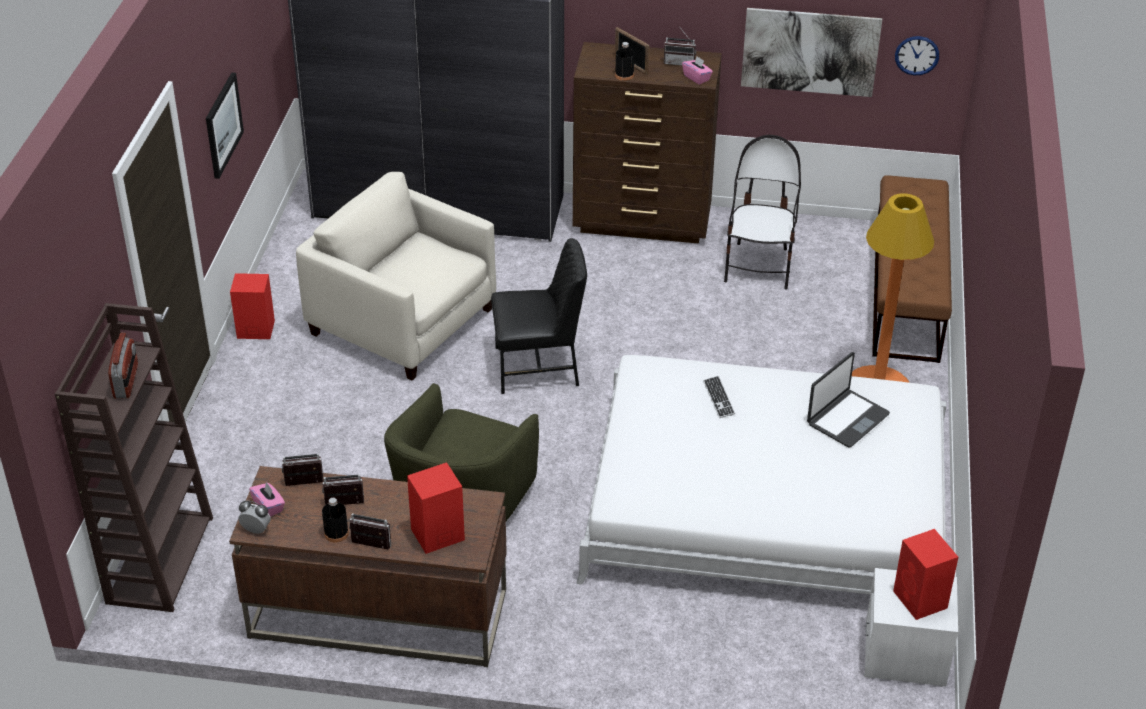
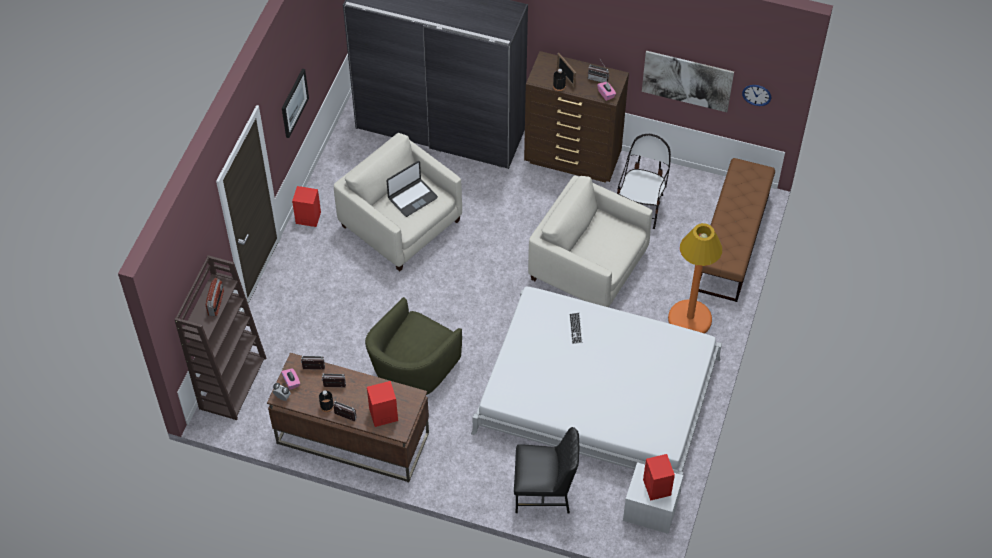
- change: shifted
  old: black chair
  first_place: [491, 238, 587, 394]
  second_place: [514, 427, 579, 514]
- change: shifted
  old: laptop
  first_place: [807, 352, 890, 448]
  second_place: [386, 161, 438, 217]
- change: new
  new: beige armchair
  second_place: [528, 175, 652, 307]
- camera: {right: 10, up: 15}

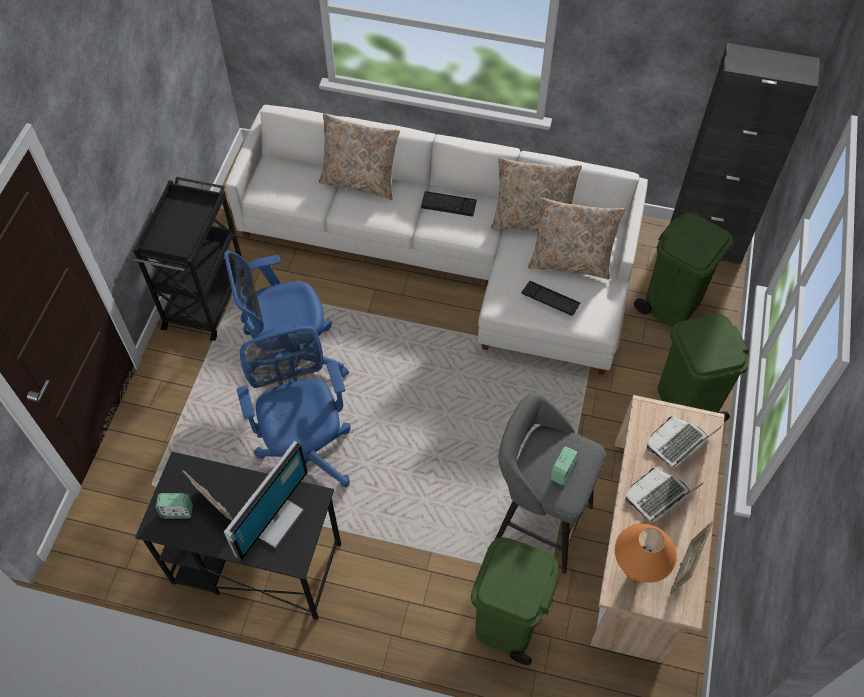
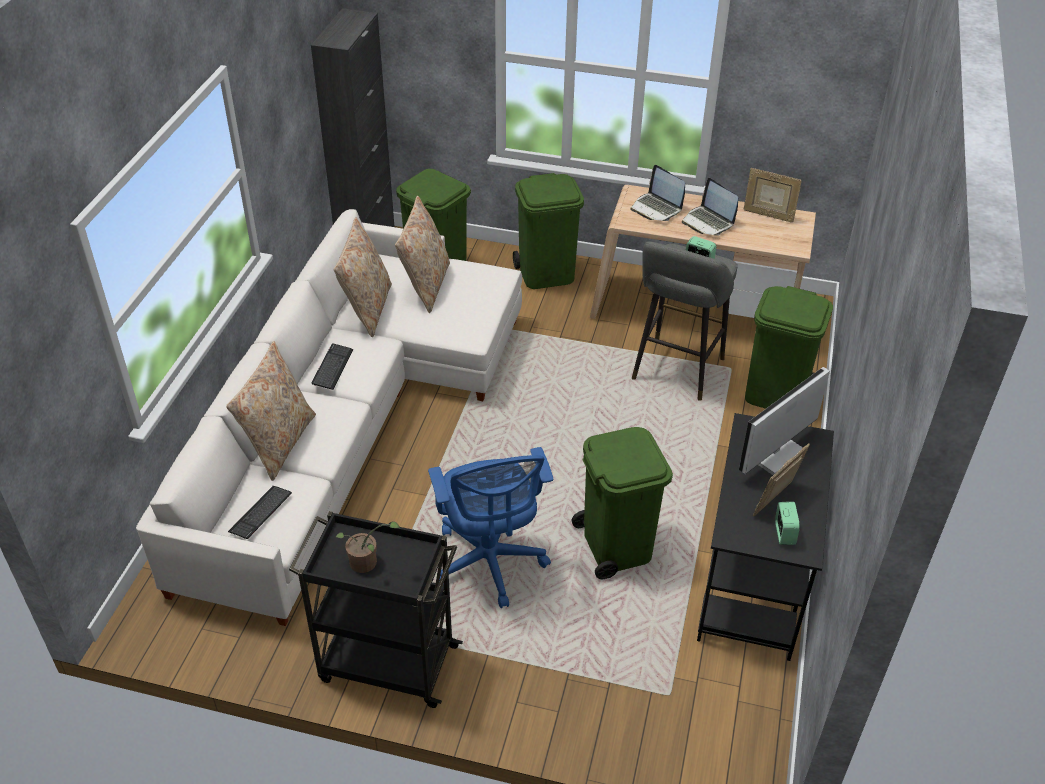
- change: shifted
  old: keyboard
  first_place: [522, 281, 580, 316]
  second_place: [228, 486, 292, 539]
- change: swapped
  old: blue office chair
  new: green trash can
  first_place: [237, 326, 350, 487]
  second_place: [571, 427, 673, 580]
- change: rotated
  old: monitor
  first_place: [224, 441, 308, 560]
  second_place: [739, 367, 830, 475]
  degrees: -75
- change: gone
  old: orange table lamp
  first_place: [615, 524, 677, 583]
- change: new
  new: potted plant
  second_place: [335, 521, 400, 573]
- camera: {right: -90, up: -15}

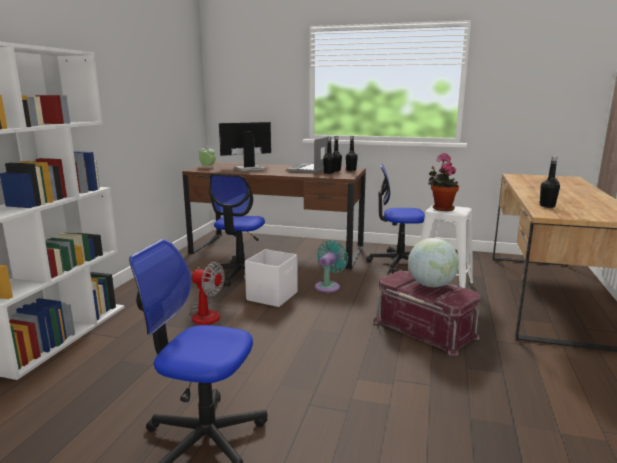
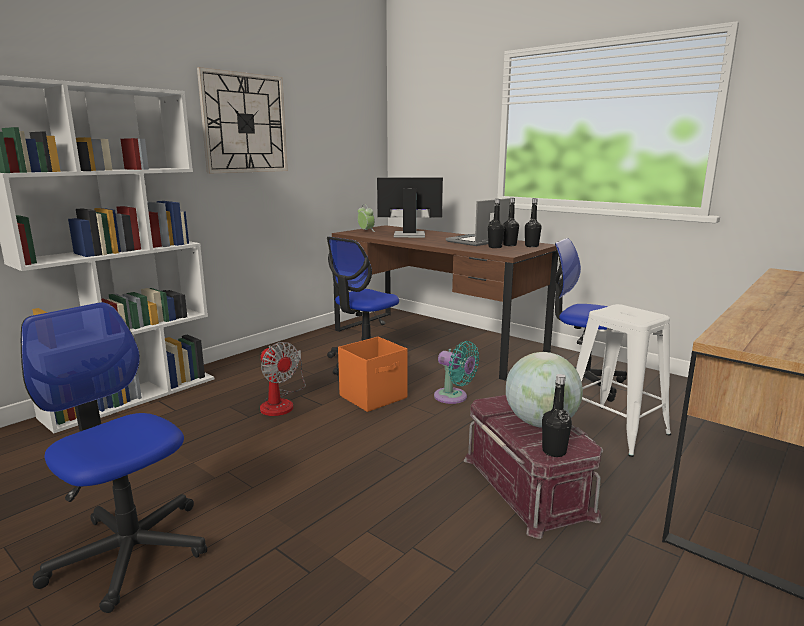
- change: gone
  old: potted plant
  first_place: [428, 153, 459, 211]
- change: shifted
  old: black bottle
  first_place: [539, 156, 560, 208]
  second_place: [542, 374, 572, 457]
- change: rotated
  old: turquoise fan
  first_place: [315, 240, 348, 292]
  second_place: [434, 341, 479, 404]
  degrees: 75
- change: repainted
  old: white storage box
  new: orange storage box
  first_place: [245, 249, 298, 307]
  second_place: [338, 337, 408, 412]
- change: new
  new: wall clock
  second_place: [197, 67, 288, 174]
- camera: {right: 25, up: 0}

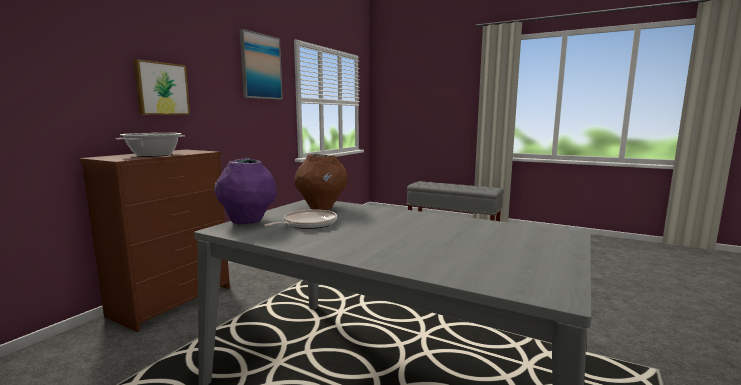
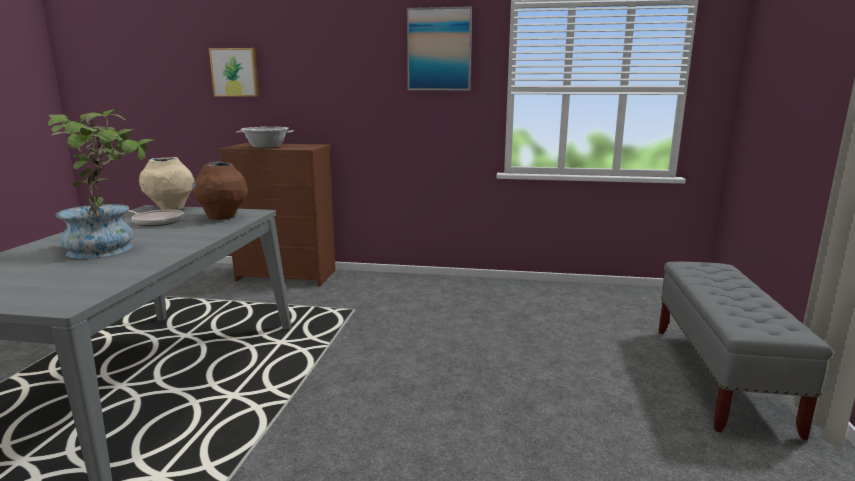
- change: shifted
  old: picture
  first_place: [133, 59, 190, 115]
  second_place: [209, 48, 259, 97]
- change: repainted
  old: purple vase
  new: beige vase
  first_place: [215, 158, 277, 224]
  second_place: [139, 157, 195, 210]
- change: new
  new: potted plant
  second_place: [48, 109, 155, 259]
- camera: {right: 70, up: 5}

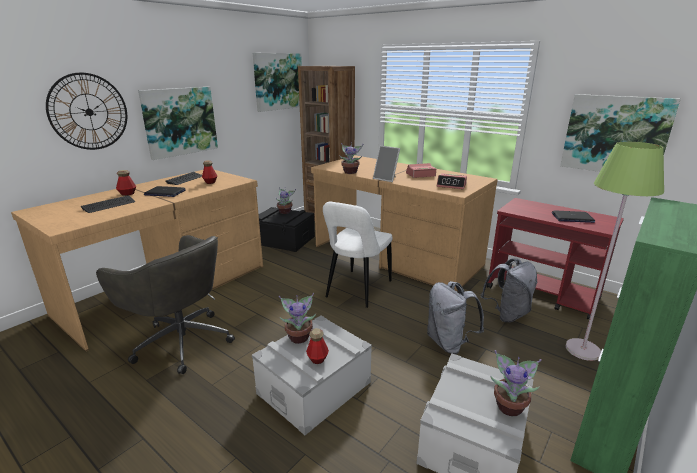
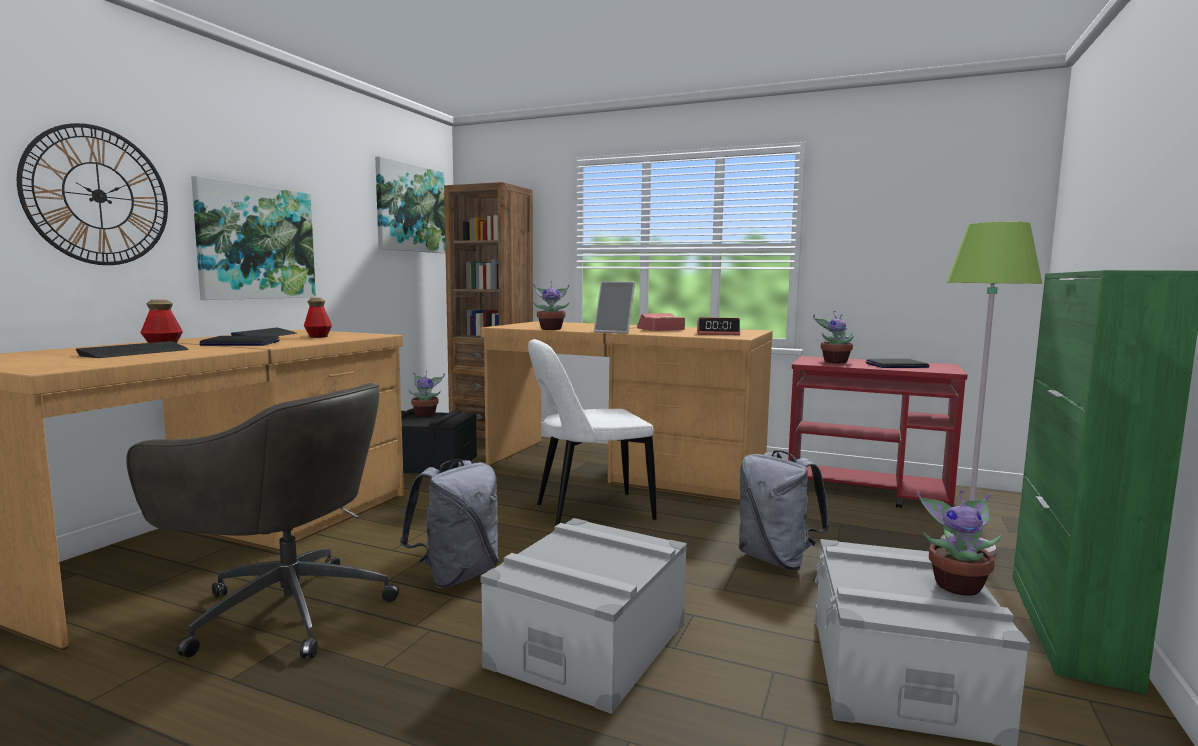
- change: gone
  old: picture
  first_place: [560, 94, 680, 172]
- change: rotated
  old: white chair
  first_place: [323, 202, 393, 308]
  second_place: [528, 339, 657, 526]
  degrees: 60
- change: shifted
  old: grey backpack
  first_place: [481, 258, 537, 322]
  second_place: [400, 459, 499, 588]
- change: shifted
  old: potted plant
  first_place: [279, 293, 316, 344]
  second_place: [813, 311, 854, 363]
- change: gone
  old: bottle
  first_place: [306, 328, 329, 364]
- camera: {right: -15, up: -15}

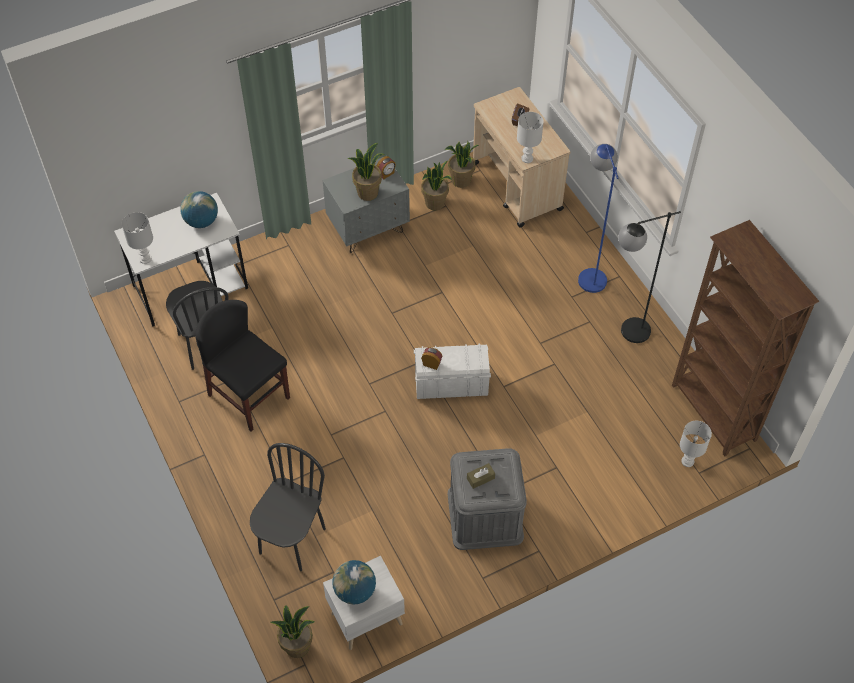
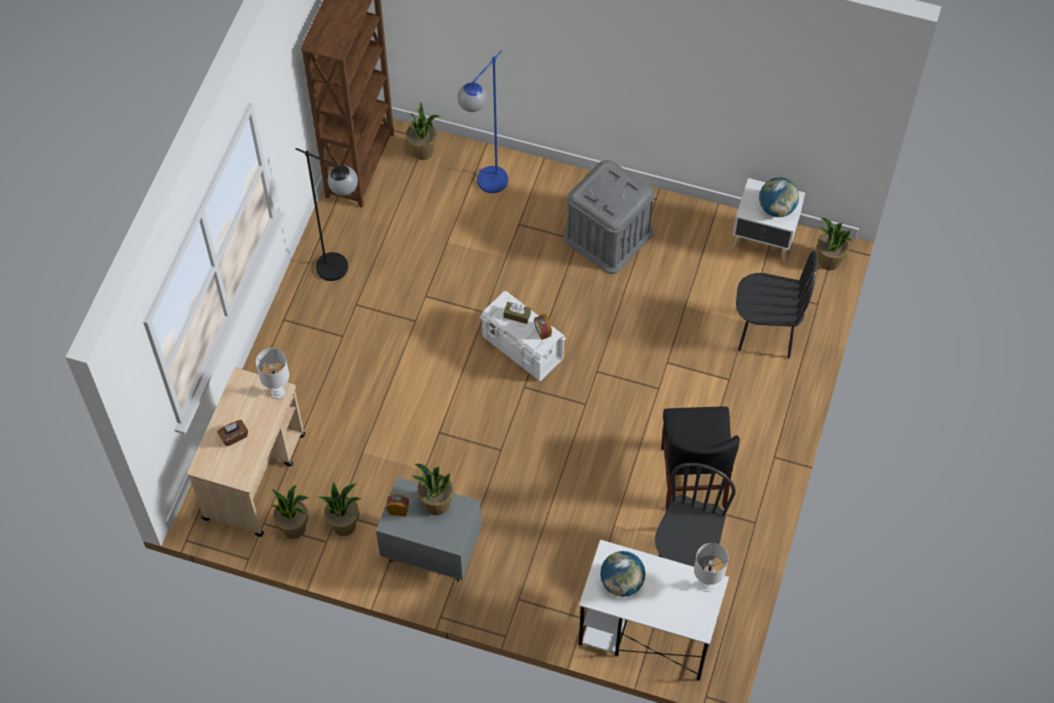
- change: shifted
  old: blue floor lamp
  first_place: [578, 144, 619, 293]
  second_place: [457, 51, 508, 193]
- change: swapped
  old: white table lamp
  new: potted plant
  first_place: [680, 421, 712, 467]
  second_place: [406, 102, 440, 160]
- change: rotated
  old: black chair
  first_place: [250, 443, 326, 571]
  second_place: [736, 251, 818, 359]
  degrees: -150
- change: shifted
  old: brown tissue box
  first_place: [467, 463, 495, 489]
  second_place: [504, 302, 531, 324]
- camera: {right: -135, up: 5}

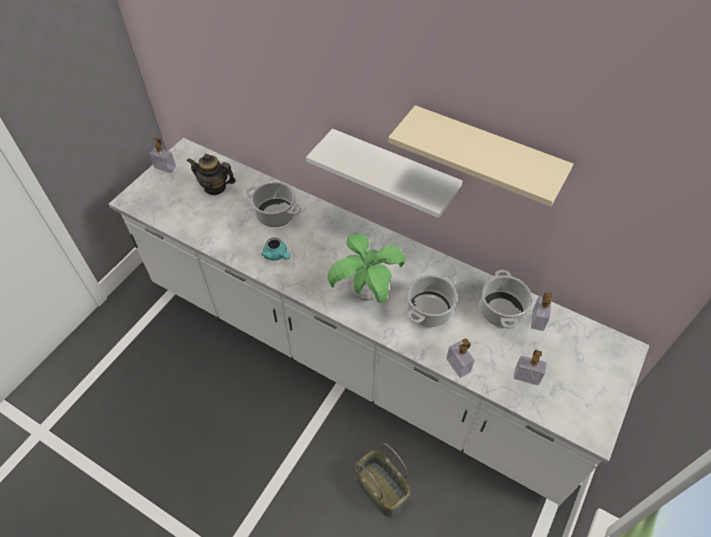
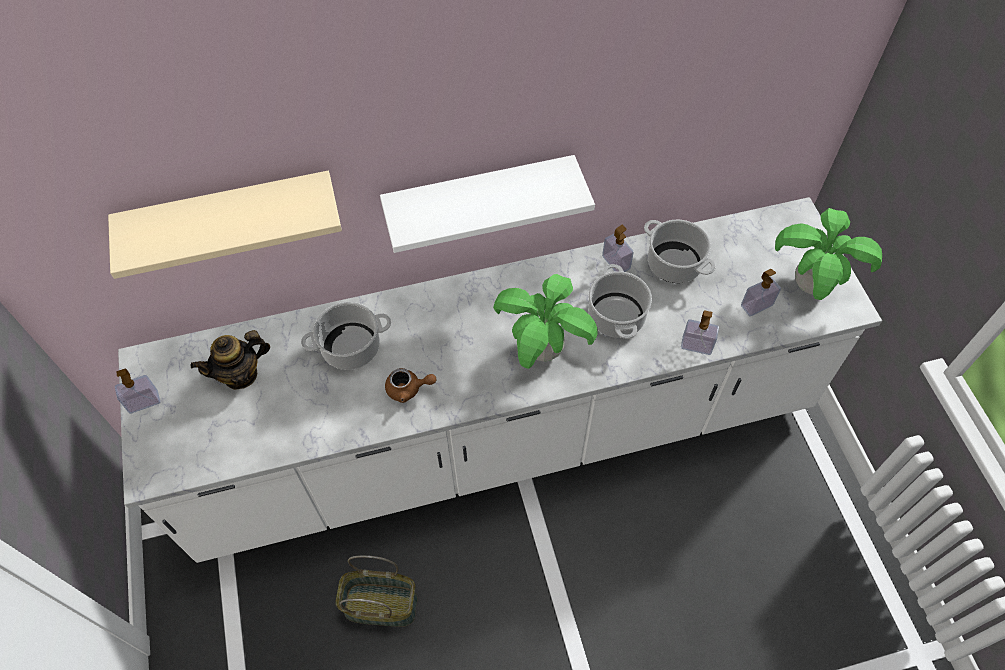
- change: shifted
  old: beige shelf
  first_place: [388, 105, 573, 207]
  second_place: [108, 171, 342, 279]
- change: repainted
  old: turquoise teapot
  new: brown teapot
  first_place: [261, 237, 290, 261]
  second_place: [385, 368, 436, 403]
- change: shifted
  old: soap dispenser
  first_place: [531, 292, 553, 331]
  second_place: [602, 225, 634, 272]
- change: shifted
  old: basket
  first_place: [355, 443, 410, 517]
  second_place: [336, 555, 417, 627]
- change: new
  new: potted plant
  second_place: [775, 208, 882, 300]
- camera: {right: -45, up: 5}

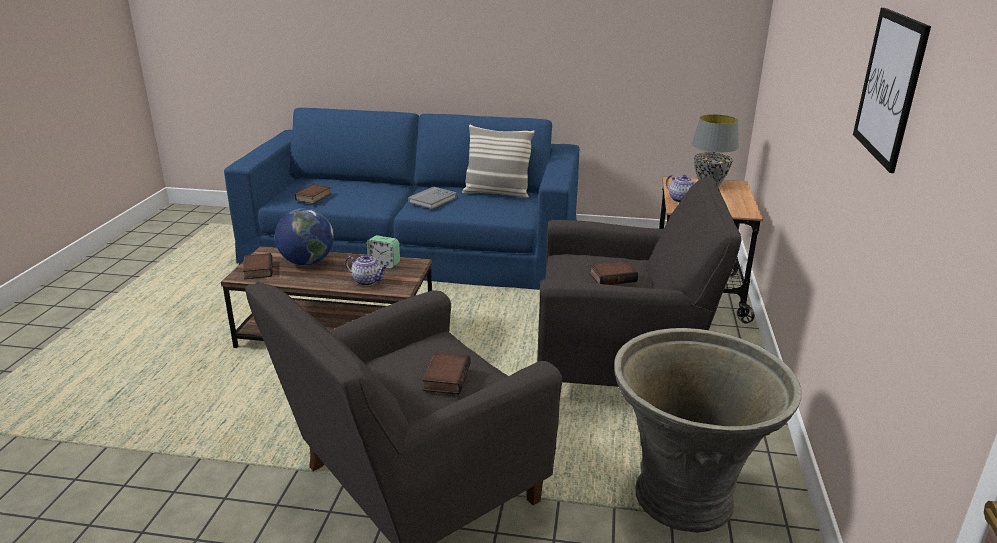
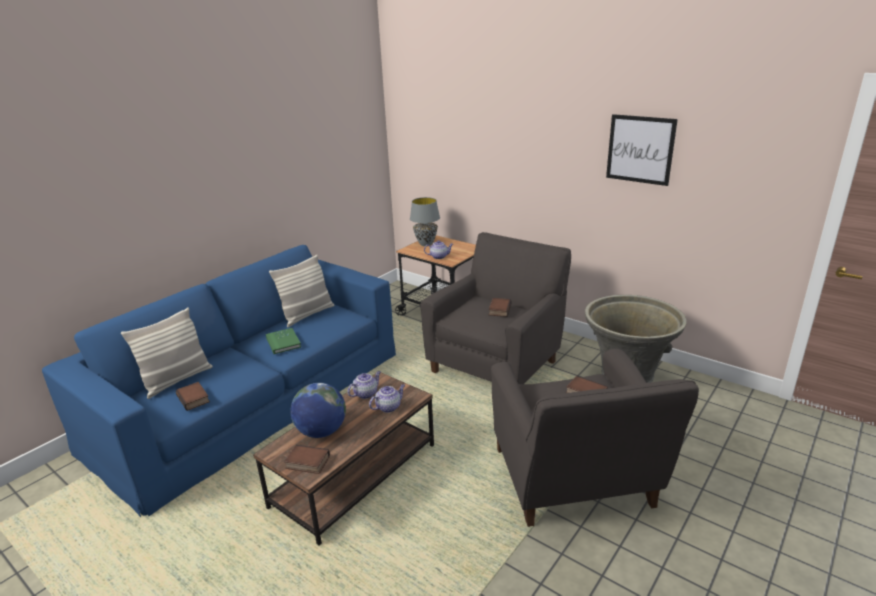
- change: repainted
  old: grey book
  new: green book
  first_place: [408, 187, 457, 209]
  second_place: [266, 328, 301, 354]
- change: swapped
  old: alarm clock
  new: teapot
  first_place: [366, 235, 400, 268]
  second_place: [348, 371, 381, 399]
- change: new
  new: pillow
  second_place: [121, 307, 213, 399]
- camera: {right: -60, up: 0}

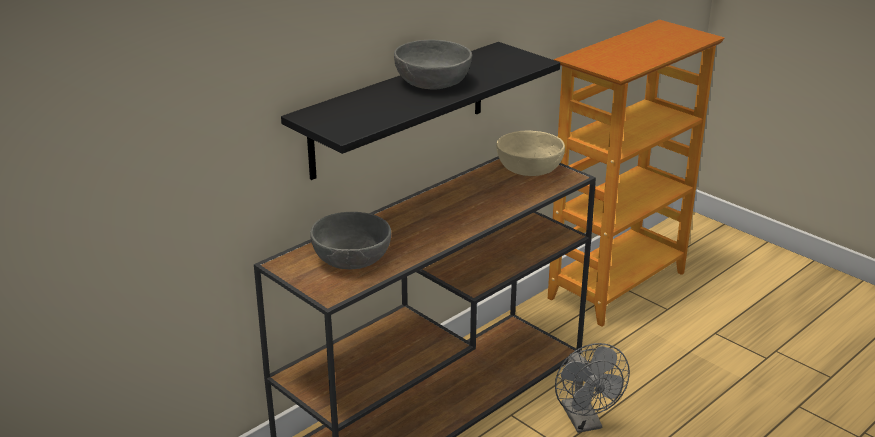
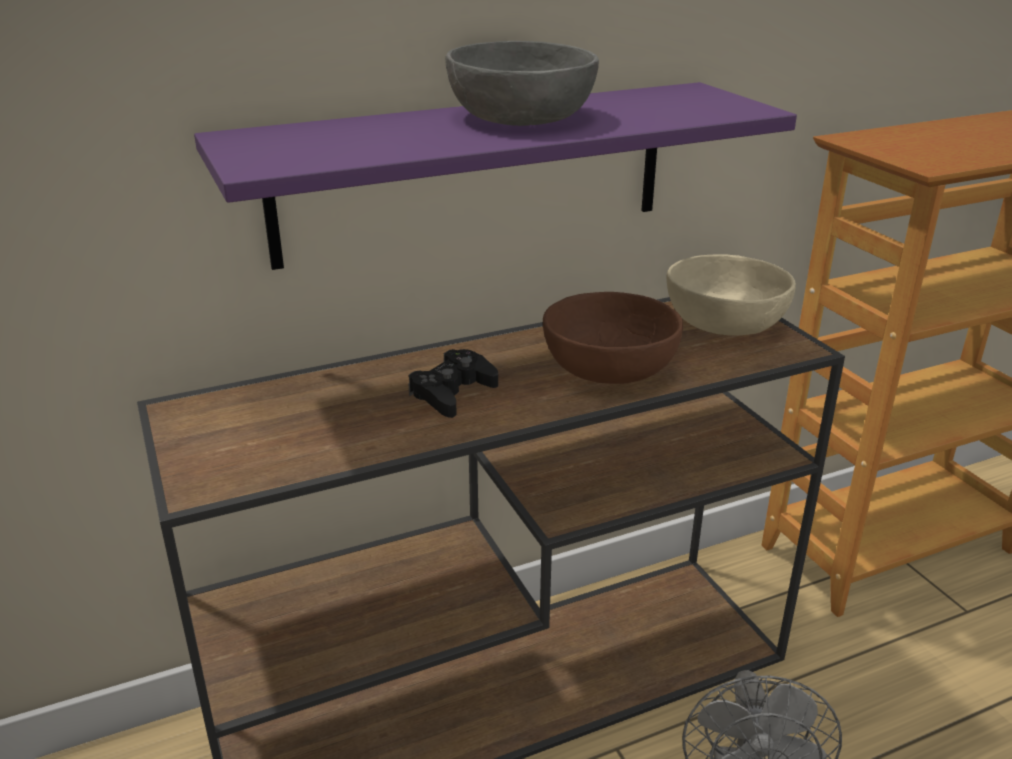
- change: repainted
  old: black shelf
  new: purple shelf
  first_place: [281, 42, 560, 180]
  second_place: [194, 82, 797, 270]
- change: gone
  old: grey bowl
  first_place: [310, 212, 391, 269]
- change: new
  new: brown bowl
  second_place: [543, 292, 683, 384]
- change: new
  new: black game controller
  second_place: [408, 349, 498, 418]
- camera: {right: 20, up: 0}

